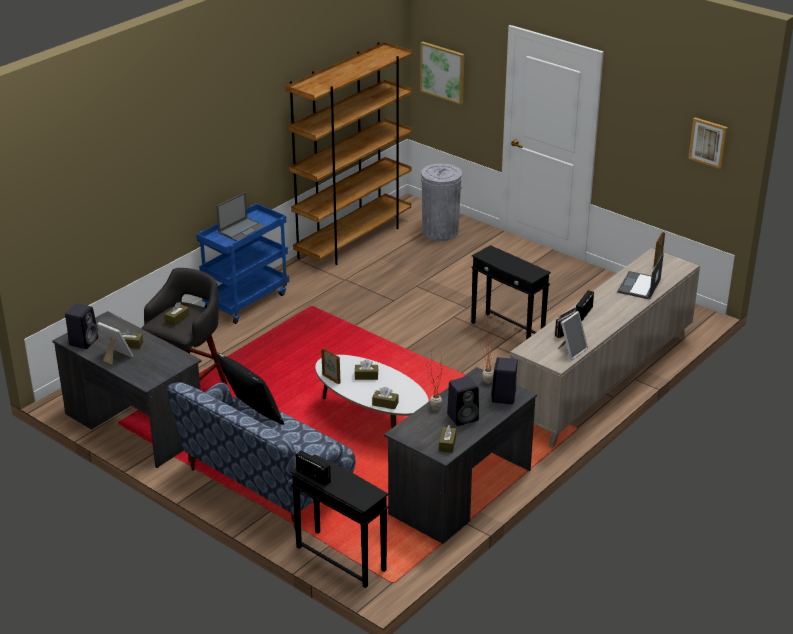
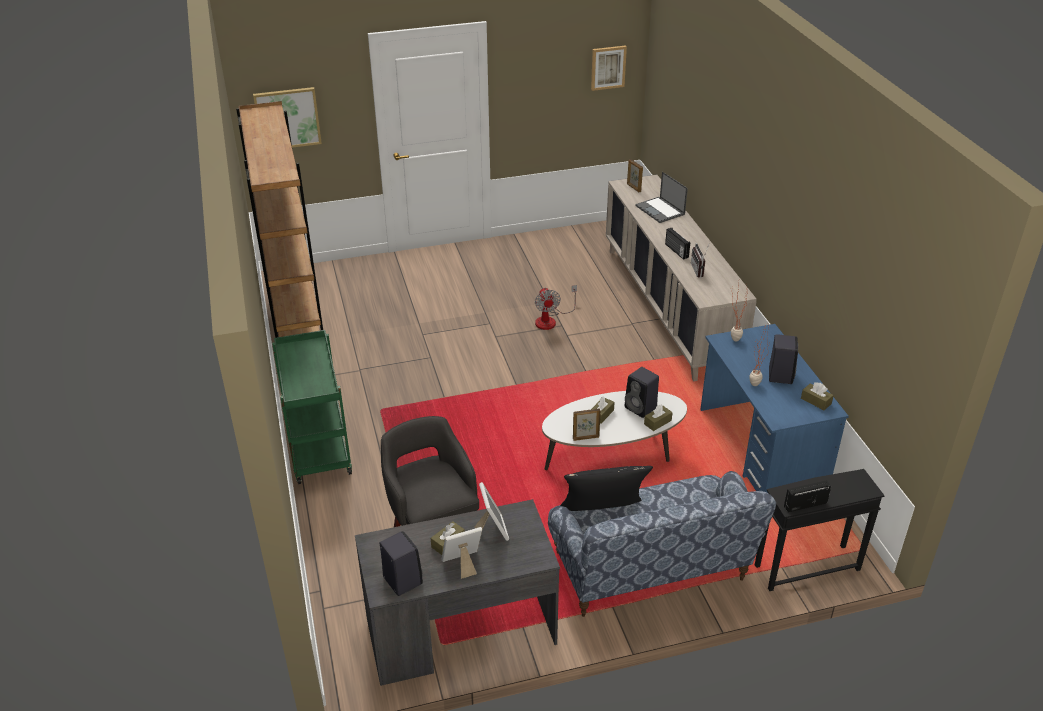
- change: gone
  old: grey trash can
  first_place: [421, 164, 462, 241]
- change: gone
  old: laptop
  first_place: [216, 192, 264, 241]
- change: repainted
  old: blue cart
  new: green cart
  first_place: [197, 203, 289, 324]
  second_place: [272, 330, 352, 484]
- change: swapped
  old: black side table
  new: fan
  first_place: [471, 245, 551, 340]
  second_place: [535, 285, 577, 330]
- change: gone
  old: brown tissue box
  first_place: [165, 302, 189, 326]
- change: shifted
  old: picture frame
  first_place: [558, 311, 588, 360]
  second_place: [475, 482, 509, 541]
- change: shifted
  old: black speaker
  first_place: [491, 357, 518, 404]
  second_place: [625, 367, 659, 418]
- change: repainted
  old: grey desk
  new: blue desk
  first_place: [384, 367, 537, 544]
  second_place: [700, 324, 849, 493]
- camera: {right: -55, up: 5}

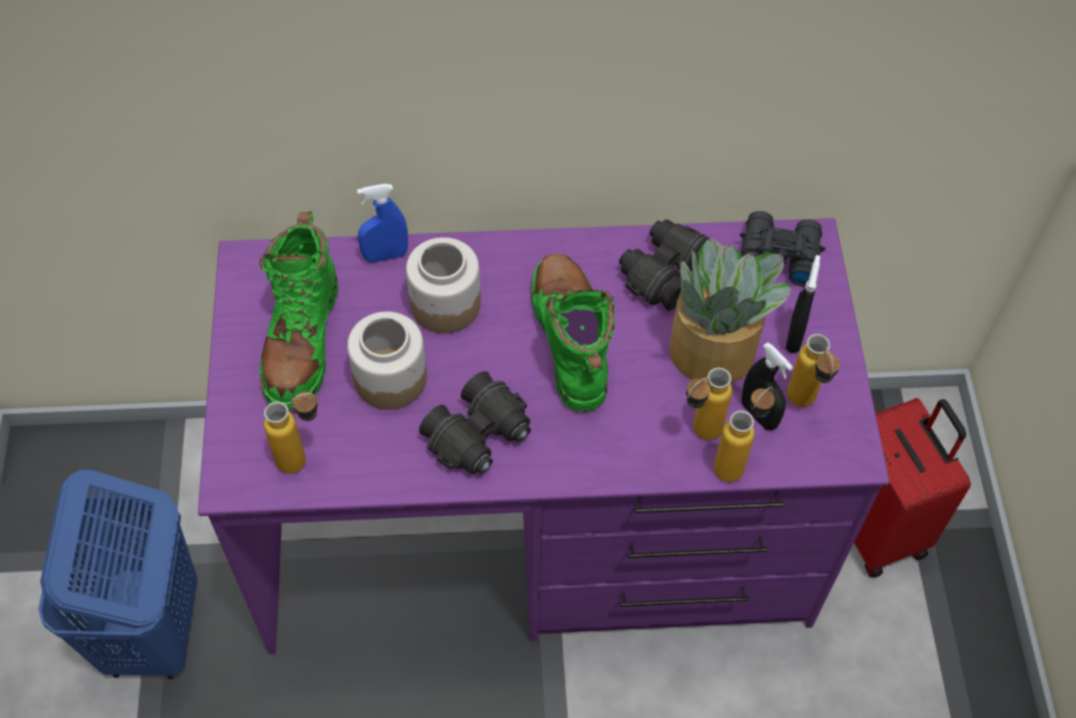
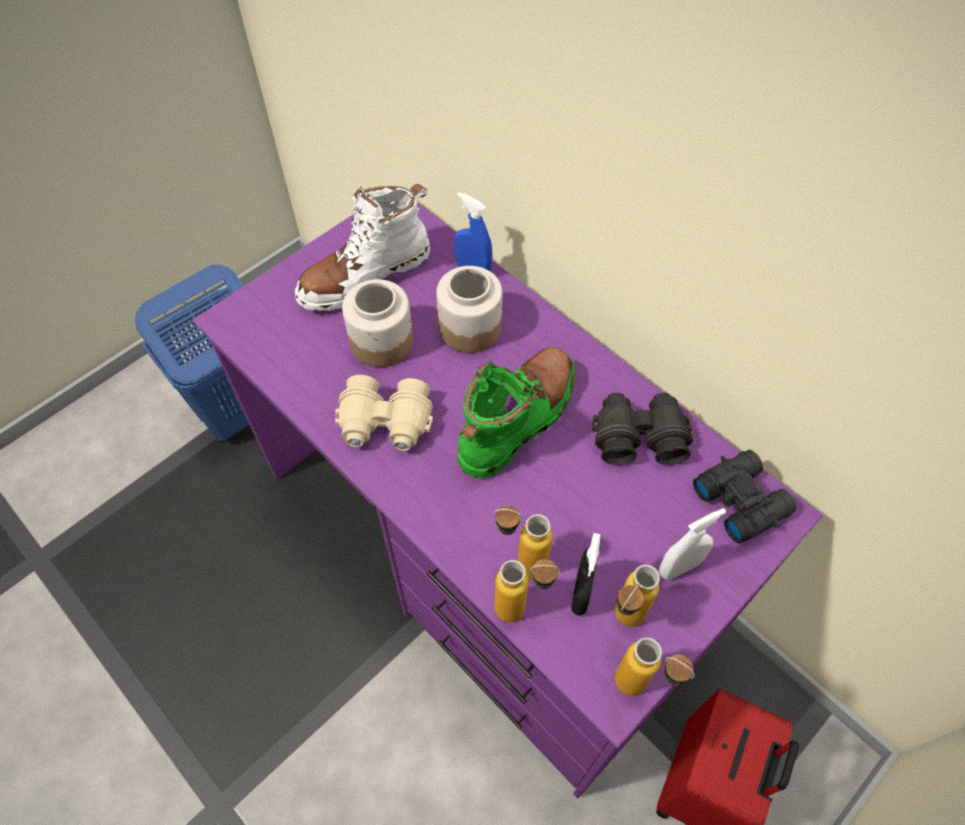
- change: repainted
  old: green boot
  new: white boot
  first_place: [258, 211, 338, 410]
  second_place: [295, 184, 430, 311]
- change: gone
  old: potted plant
  first_place: [670, 238, 792, 384]
- change: repainted
  old: black spray bottle
  new: white spray bottle
  first_place: [786, 255, 820, 353]
  second_place: [659, 508, 726, 581]
- change: repainted
  old: black binoculars
  new: beige binoculars
  first_place: [419, 371, 531, 474]
  second_place: [335, 375, 433, 451]
- change: shifted
  old: bottle
  first_place: [264, 392, 319, 474]
  second_place: [615, 637, 695, 696]
- camera: {right: 50, up: 0}

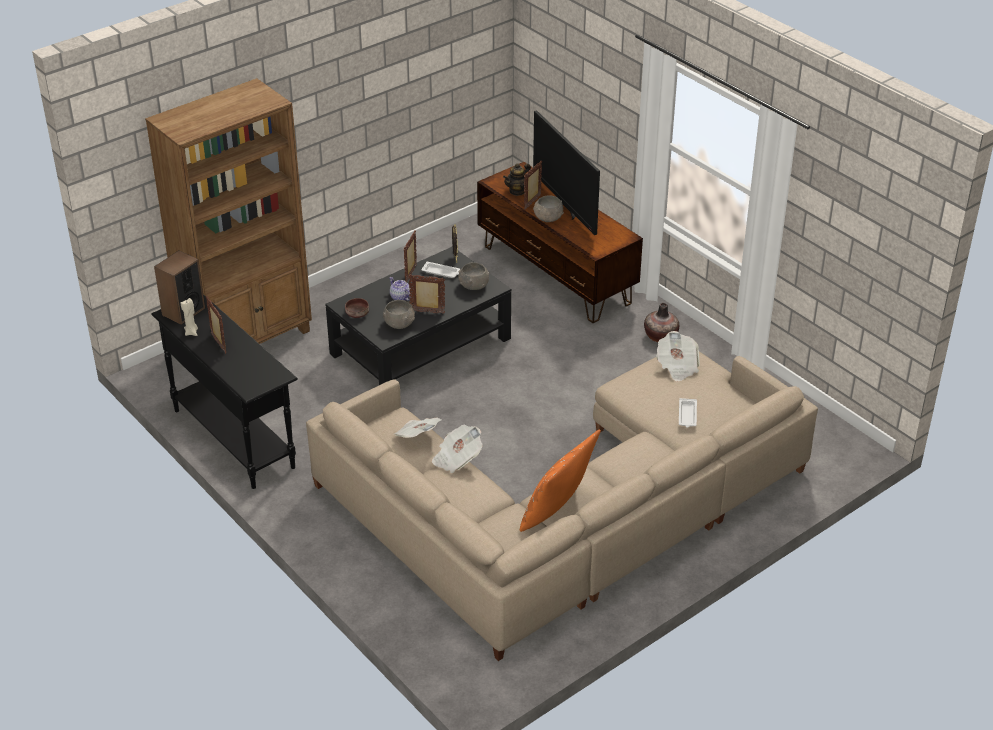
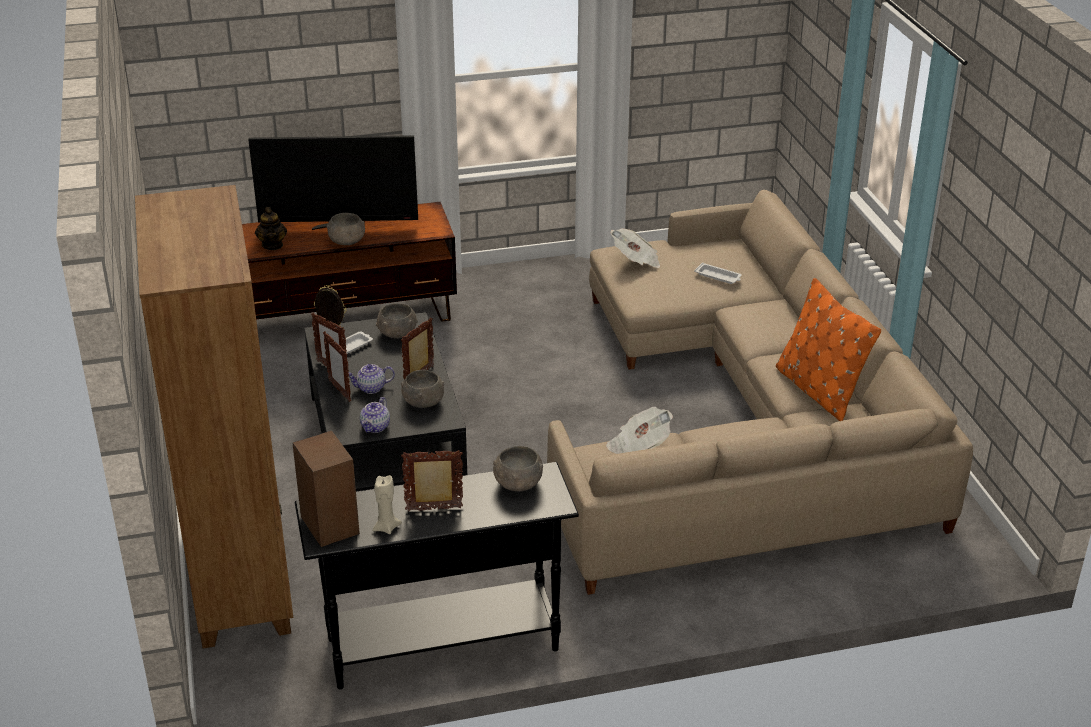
- change: shifted
  old: picture frame
  first_place: [524, 160, 542, 210]
  second_place: [323, 331, 351, 402]
- change: swapped
  old: brown bowl
  new: teapot
  first_place: [345, 298, 369, 318]
  second_place: [360, 397, 390, 433]
- change: gone
  old: vase
  first_place: [644, 303, 679, 342]
- change: gone
  old: newspaper
  first_place: [432, 425, 482, 473]
- change: new
  new: grey bowl
  second_place: [493, 446, 543, 491]
- camera: {right: -65, up: -5}

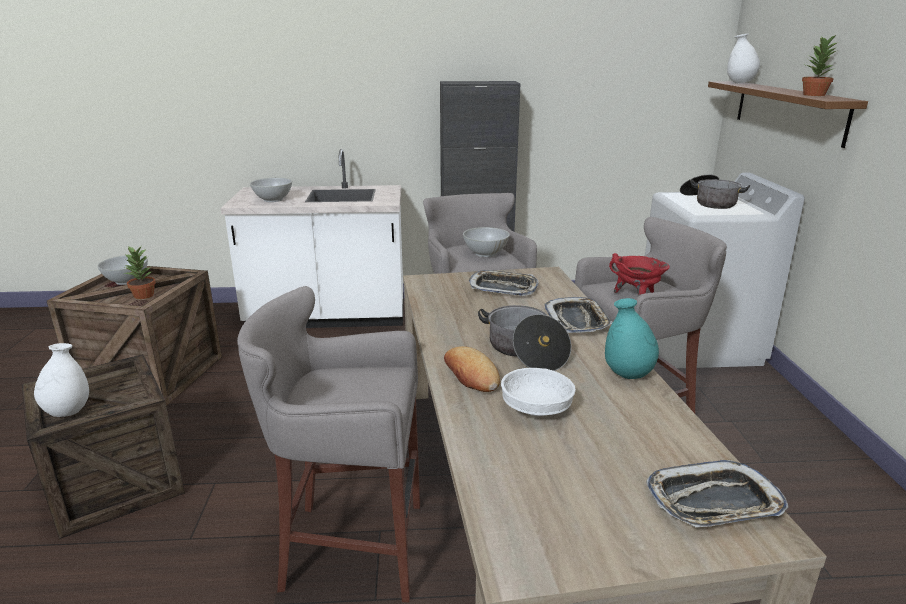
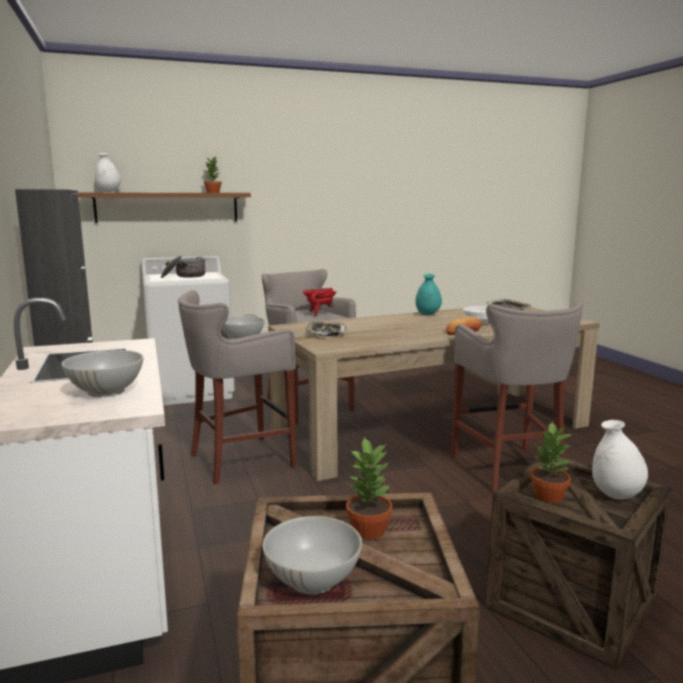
- change: gone
  old: tray
  first_place: [545, 297, 613, 333]
- change: gone
  old: cooking pot
  first_place: [478, 305, 571, 371]
- change: new
  new: potted plant
  second_place: [531, 422, 573, 503]
- camera: {right: -105, up: -10}

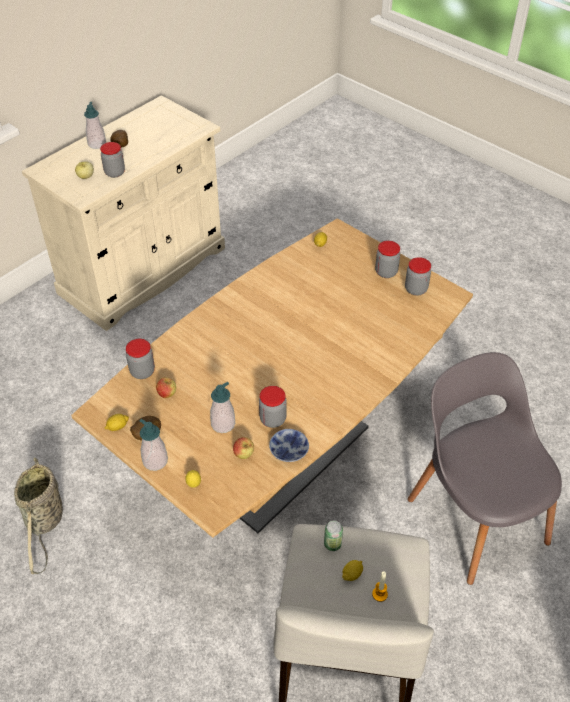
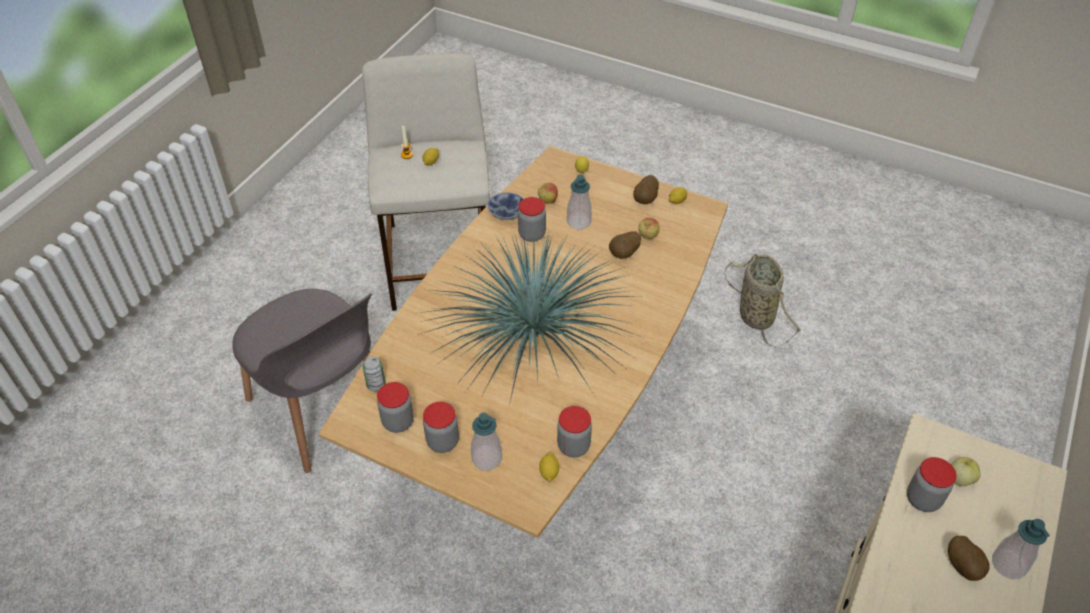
- change: shifted
  old: jar
  first_place: [126, 339, 155, 379]
  second_place: [557, 406, 592, 457]
- change: shifted
  old: soap dispenser
  first_place: [140, 419, 168, 471]
  second_place: [471, 413, 502, 471]
- change: shifted
  old: can
  first_place: [324, 521, 343, 551]
  second_place: [363, 356, 386, 391]
- change: new
  new: potato
  second_place: [609, 231, 641, 259]
- change: new
  new: potted plant
  second_place: [418, 233, 642, 405]
- camera: {right: 165, up: 0}

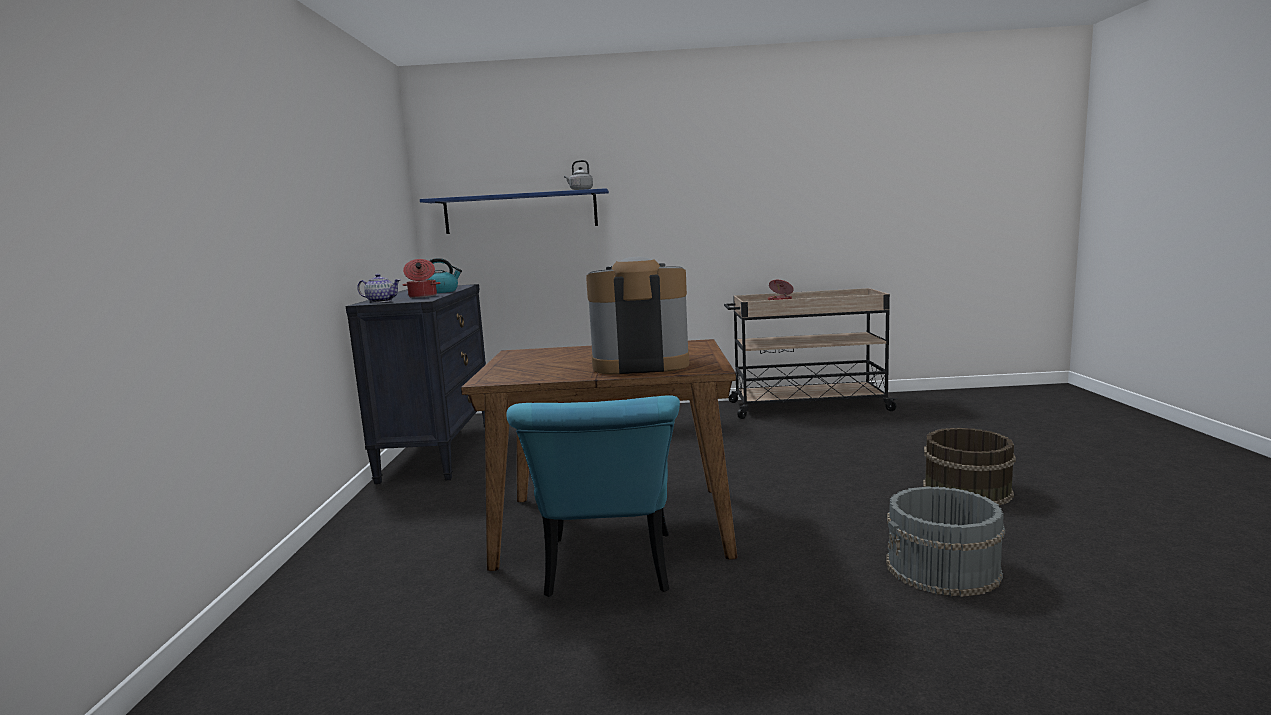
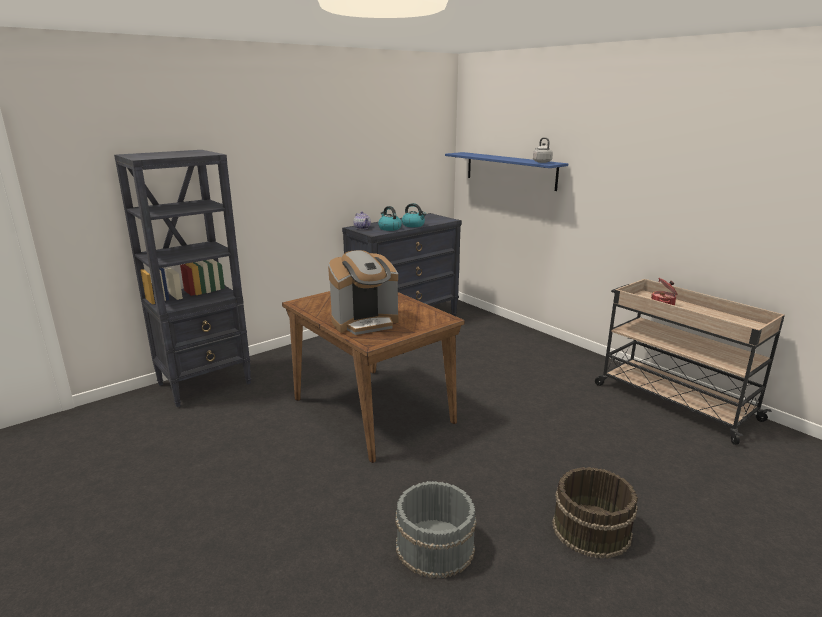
- change: rotated
  old: coffee machine
  first_place: [586, 257, 689, 374]
  second_place: [328, 250, 399, 335]
  degrees: 105
- change: swapped
  old: cooking pot
  new: kettle
  first_place: [403, 259, 440, 298]
  second_place: [378, 206, 402, 231]
- change: gone
  old: turquoise chair
  first_place: [506, 395, 680, 597]
- change: new
  new: black bookcase
  second_place: [114, 150, 251, 407]
- camera: {right: 50, up: 10}

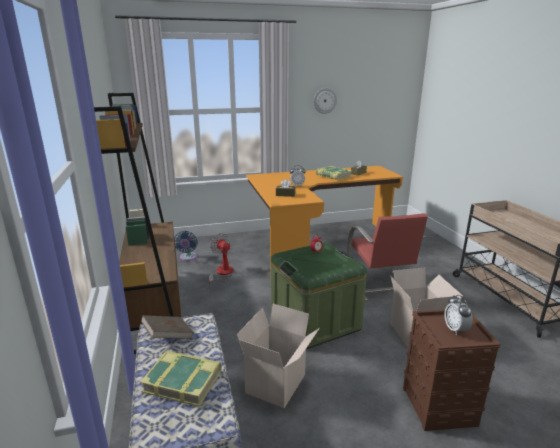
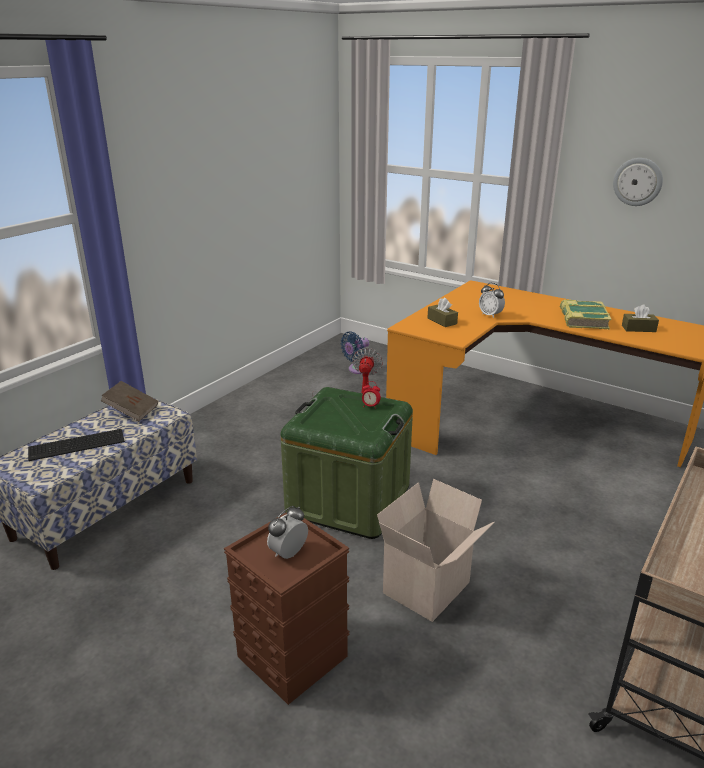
- change: gone
  old: brown bookcase
  first_place: [94, 93, 181, 354]
- change: gone
  old: red chair
  first_place: [347, 213, 428, 301]
- change: gone
  old: cardboard box
  first_place: [237, 304, 320, 408]
- change: swapped
  old: book
  new: keyboard
  first_place: [140, 350, 222, 407]
  second_place: [28, 429, 125, 461]
- camera: {right: 50, up: 5}

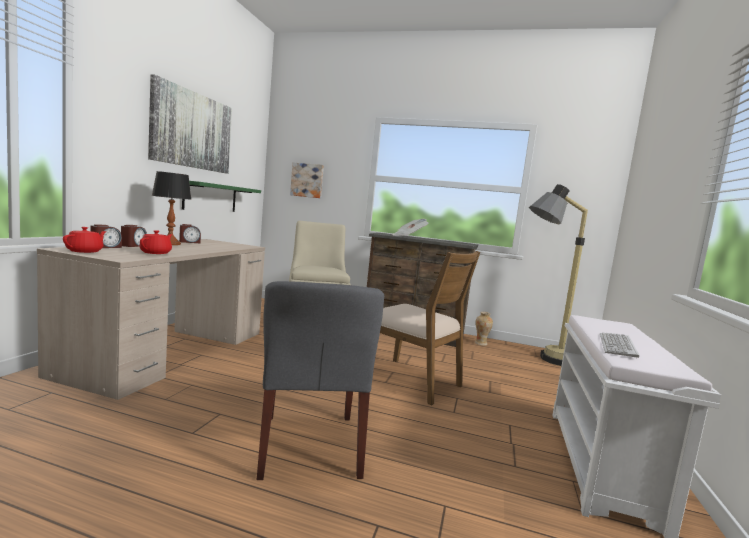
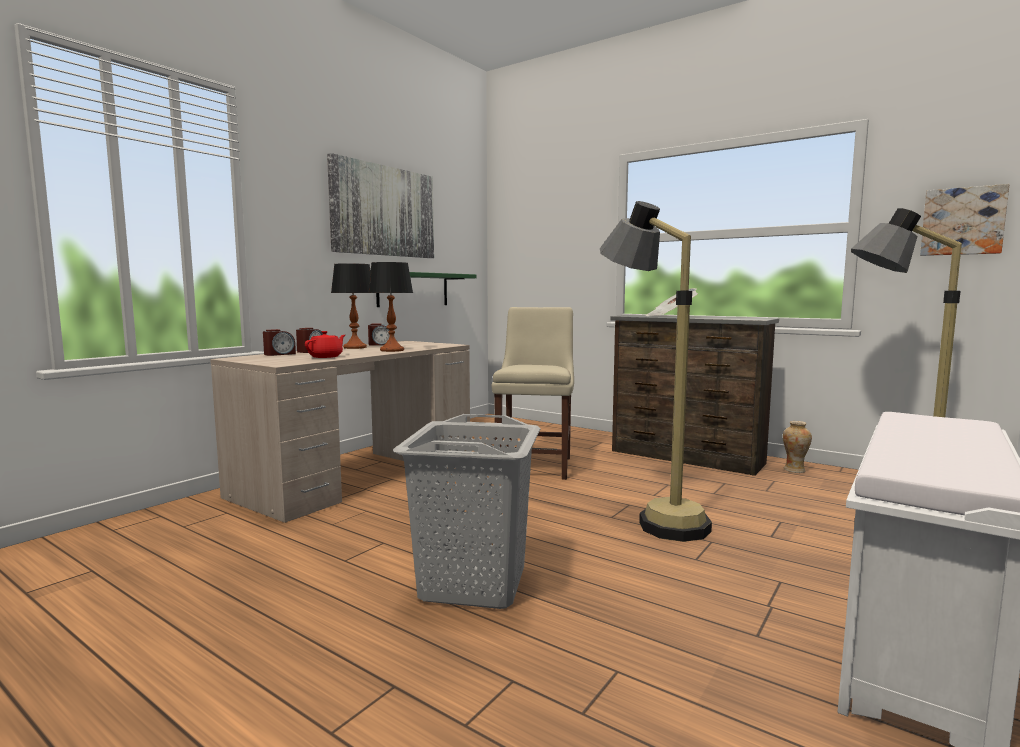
- change: shifted
  old: picture
  first_place: [290, 162, 324, 198]
  second_place: [920, 184, 1009, 256]
- change: gone
  old: red teapot
  first_place: [63, 227, 106, 253]
- change: swapped
  old: brown chair
  new: floor lamp
  first_place: [380, 251, 480, 405]
  second_place: [600, 201, 712, 542]
- change: swapped
  old: grey chair
  new: grey laundry basket
  first_place: [257, 281, 384, 480]
  second_place: [393, 414, 541, 609]
- change: gone
  old: keyboard
  first_place: [600, 333, 640, 358]
- change: new
  new: table lamp
  second_place: [368, 262, 413, 352]
- camera: {right: 20, up: 0}

